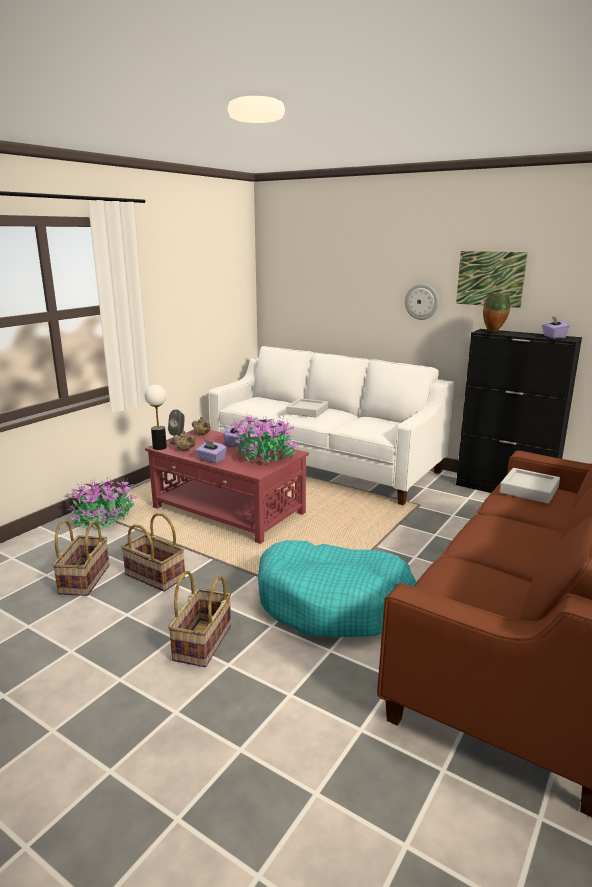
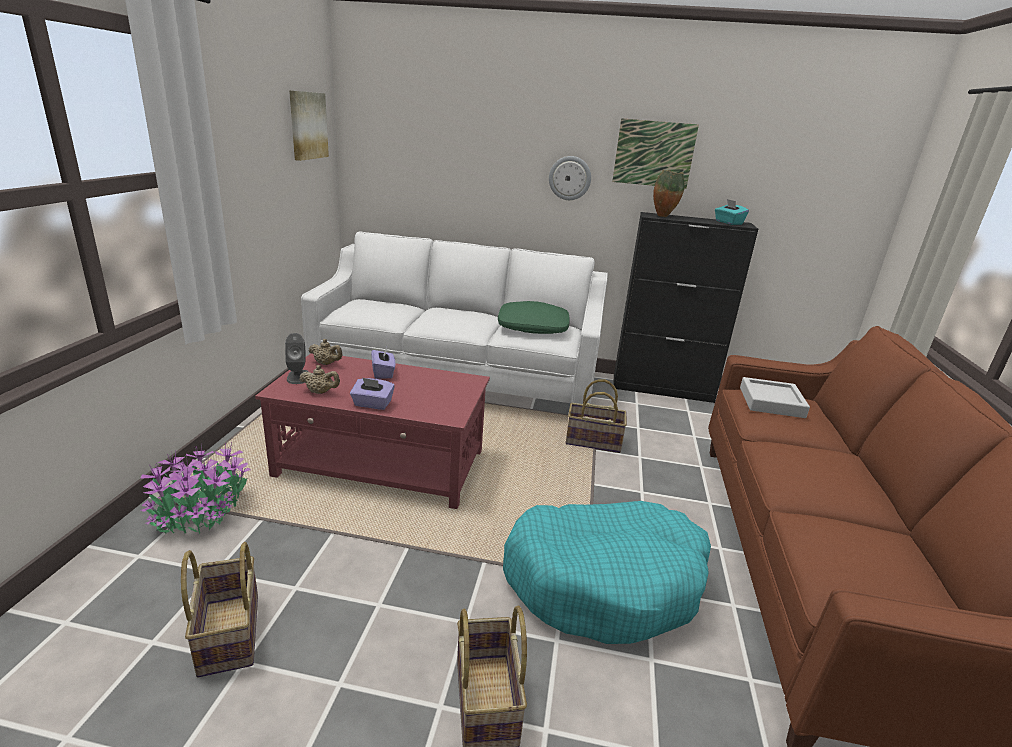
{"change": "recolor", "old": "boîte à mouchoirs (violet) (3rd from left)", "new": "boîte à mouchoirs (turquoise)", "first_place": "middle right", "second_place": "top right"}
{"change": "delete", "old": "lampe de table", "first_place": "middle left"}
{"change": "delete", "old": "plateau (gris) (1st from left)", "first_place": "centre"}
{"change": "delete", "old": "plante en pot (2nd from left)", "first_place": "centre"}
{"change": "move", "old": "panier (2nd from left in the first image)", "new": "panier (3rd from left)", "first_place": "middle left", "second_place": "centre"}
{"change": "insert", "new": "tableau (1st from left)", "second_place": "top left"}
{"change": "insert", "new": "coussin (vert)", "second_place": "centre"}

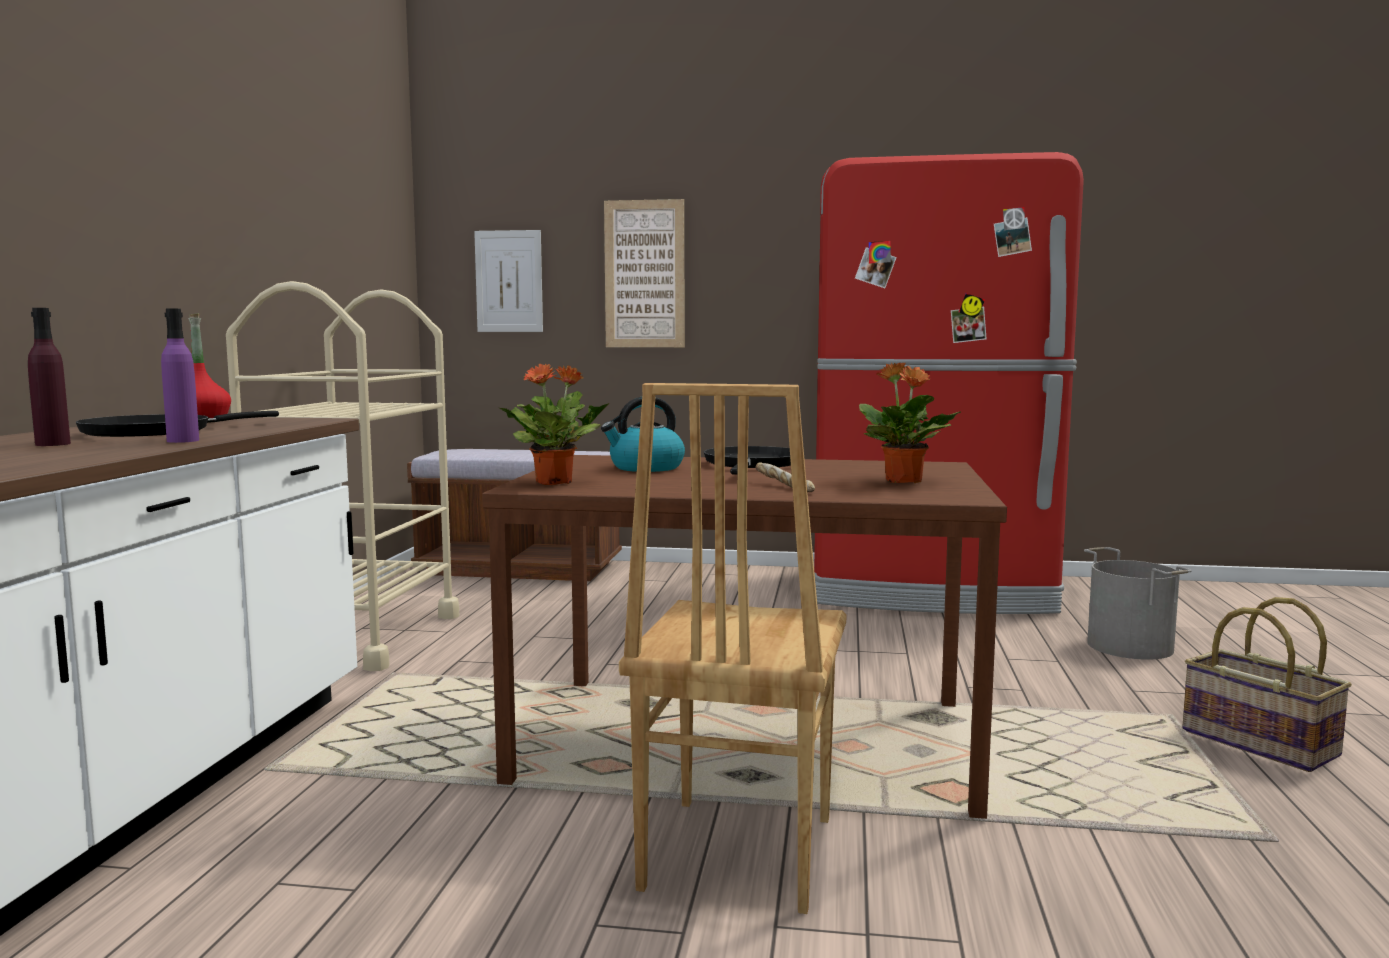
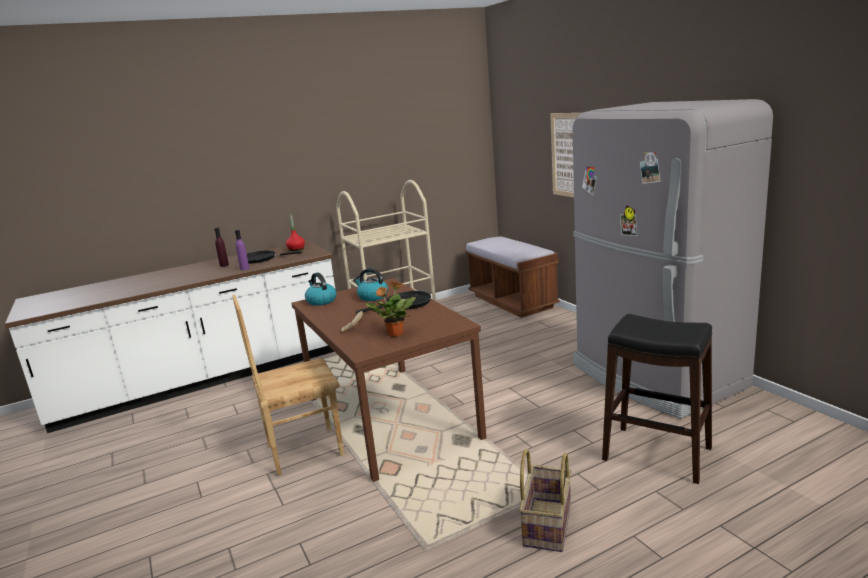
{"change": "recolor", "old": "réfrigérateur (rouge)", "new": "réfrigérateur (gris)", "first_place": "middle right", "second_place": "middle right"}
{"change": "delete", "old": "tableau (1st from left)", "first_place": "top centre"}
{"change": "replace", "old": "plante en pot (1st from left)", "new": "bouilloire (1st from left)", "first_place": "centre", "second_place": "centre"}
{"change": "replace", "old": "seau (gris)", "new": "tabouret (noir)", "first_place": "middle right", "second_place": "bottom right"}

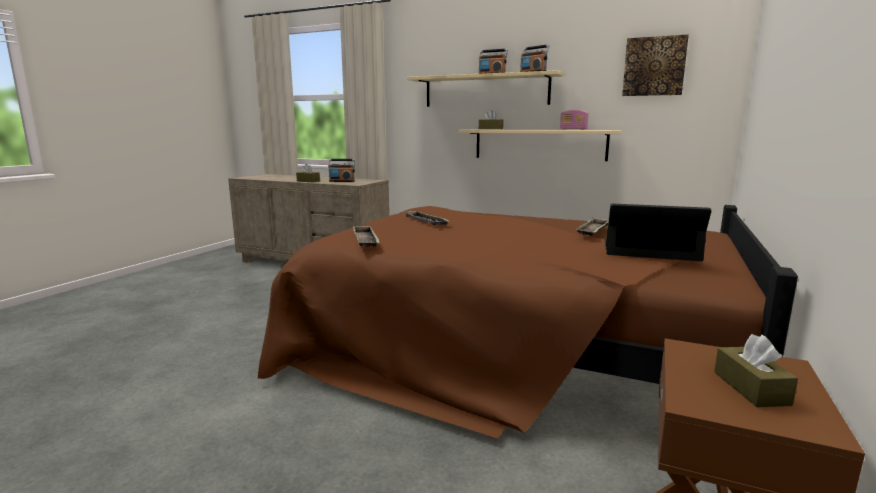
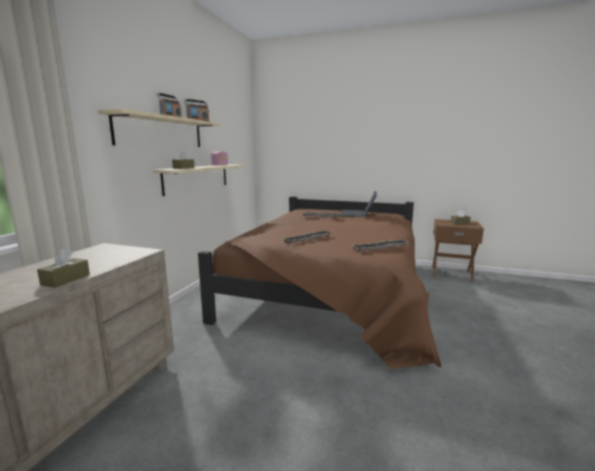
{"change": "delete", "old": "tableau", "first_place": "top right"}
{"change": "delete", "old": "radio (1st from left)", "first_place": "centre"}

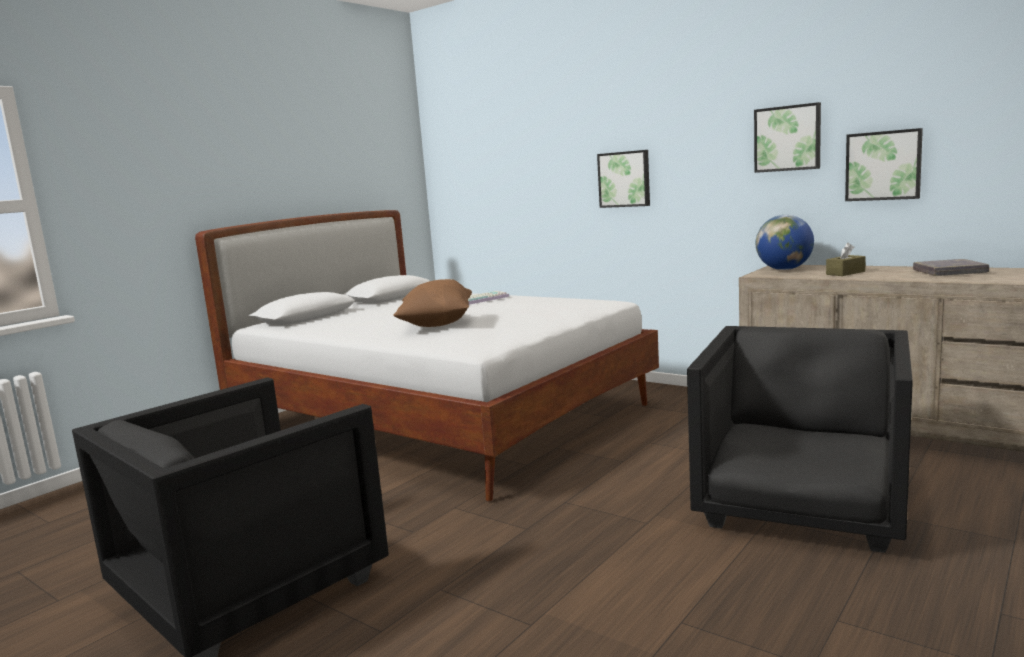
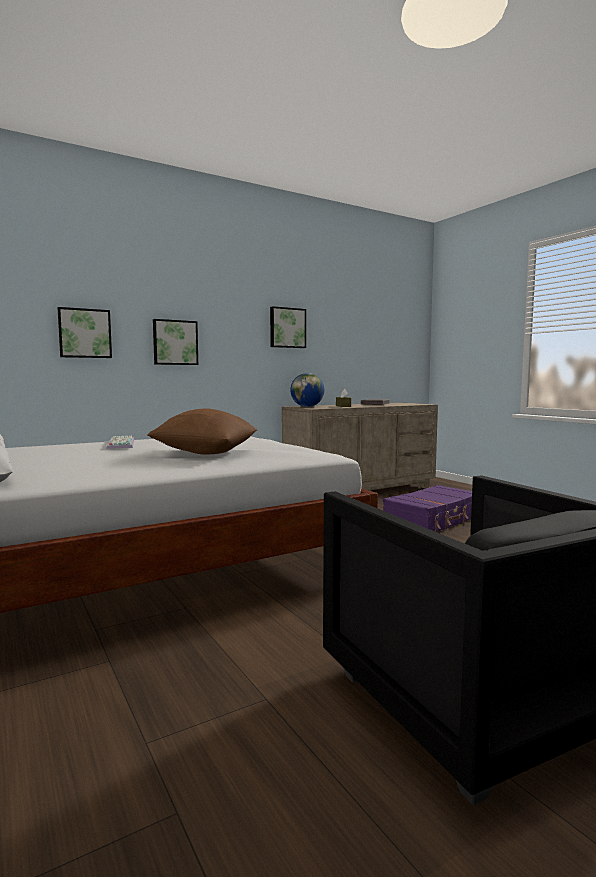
{"change": "move", "old": "tableau (3rd from left in the first image)", "new": "tableau (1st from left)", "first_place": "top right", "second_place": "middle left"}
{"change": "replace", "old": "fauteuil (noir) (2nd from left)", "new": "valise (violet)", "first_place": "bottom right", "second_place": "middle right"}

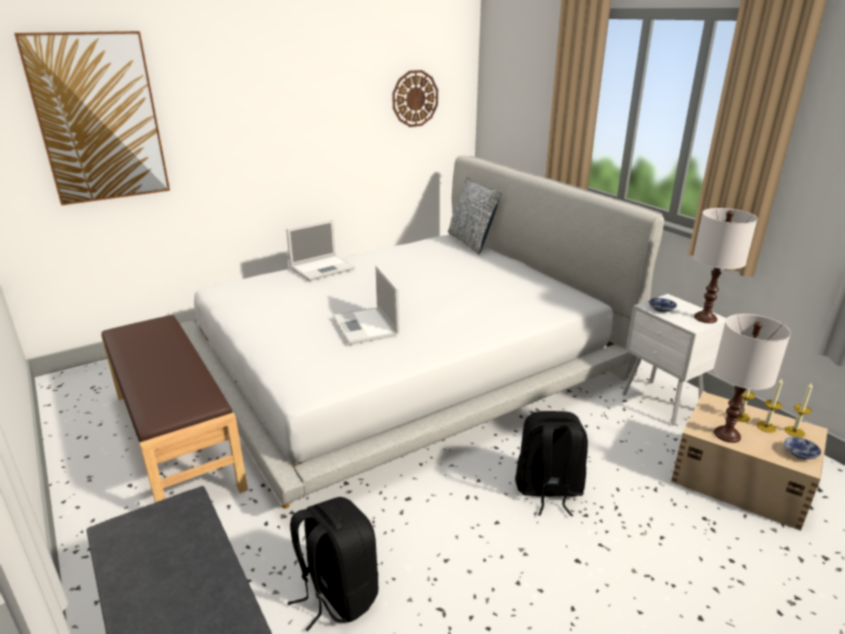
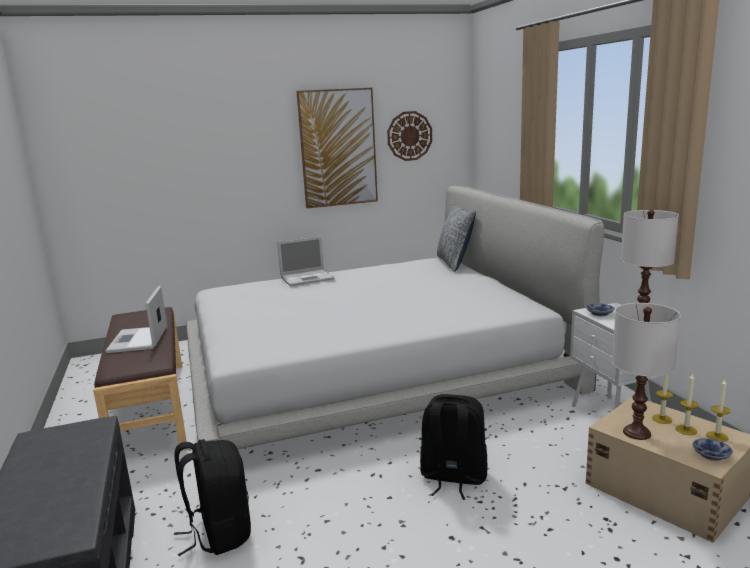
{"change": "move", "old": "tableau", "first_place": "top left", "second_place": "top centre"}
{"change": "move", "old": "ordinateur portable (2nd from left in the first image)", "new": "ordinateur portable (1st from left)", "first_place": "centre", "second_place": "middle left"}

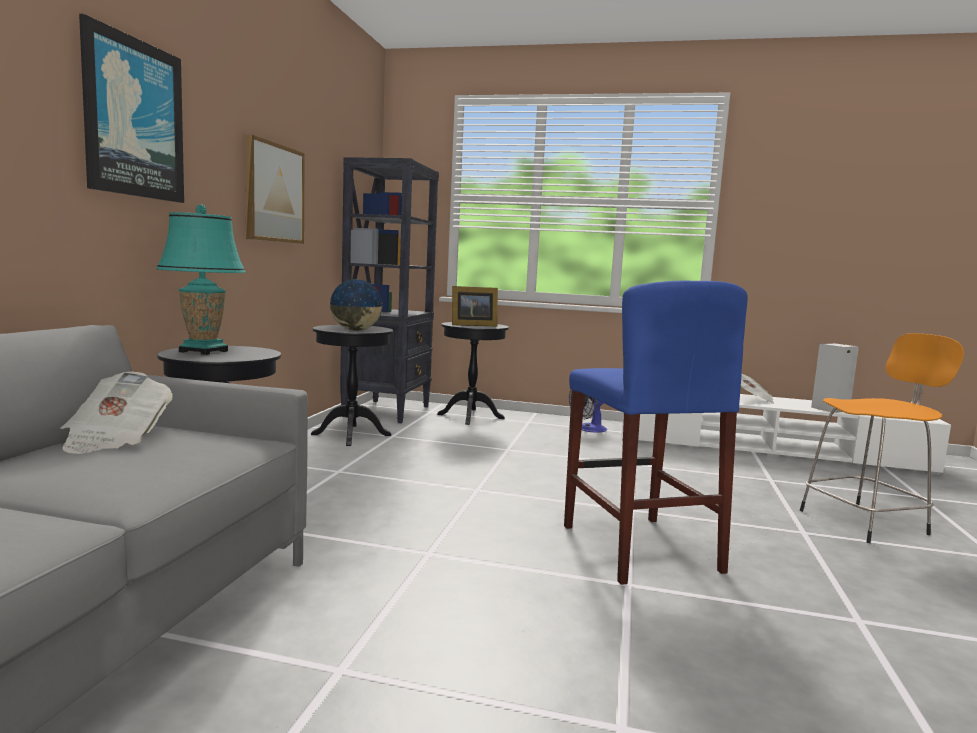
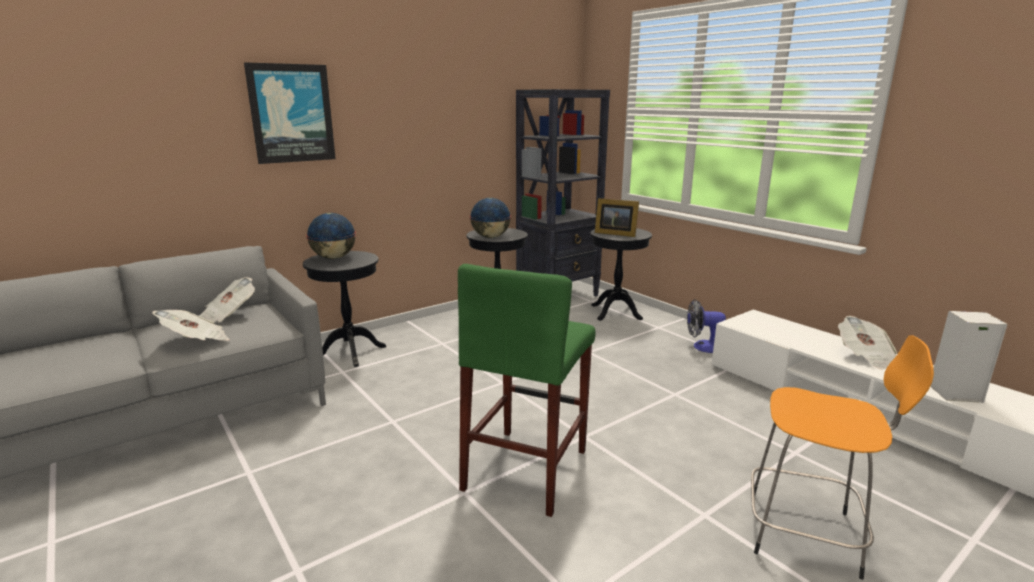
{"change": "delete", "old": "tableau (2nd from left)", "first_place": "top left"}
{"change": "replace", "old": "lampe de table (turquoise)", "new": "globe (1st from left)", "first_place": "middle left", "second_place": "middle left"}
{"change": "recolor", "old": "tabouret (bleu)", "new": "tabouret (vert)", "first_place": "middle right", "second_place": "bottom centre"}
{"change": "insert", "new": "journal (1st from left)", "second_place": "middle left"}

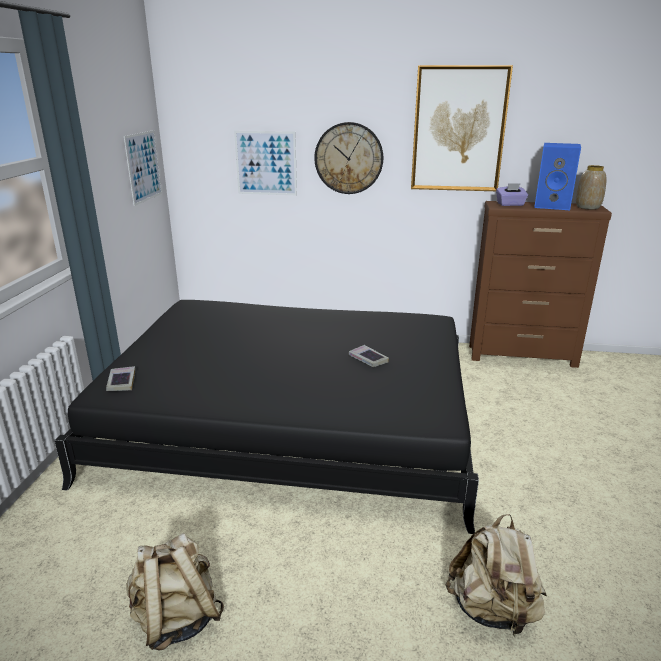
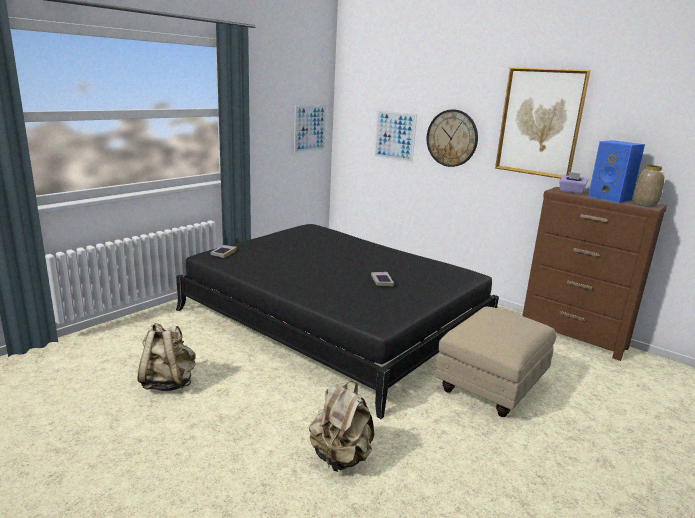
{"change": "insert", "new": "pouf (beige)", "second_place": "bottom right"}

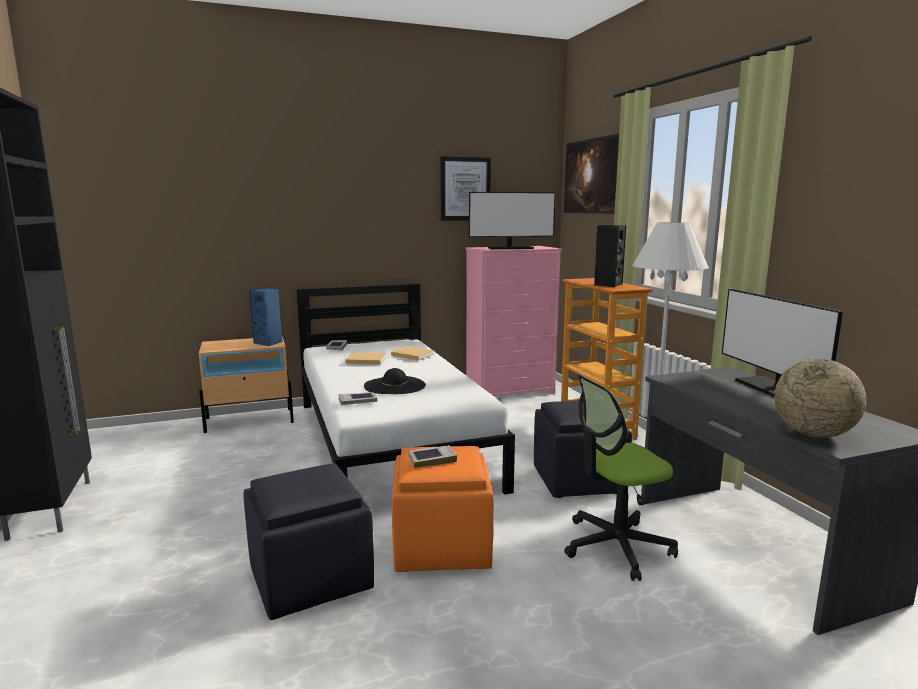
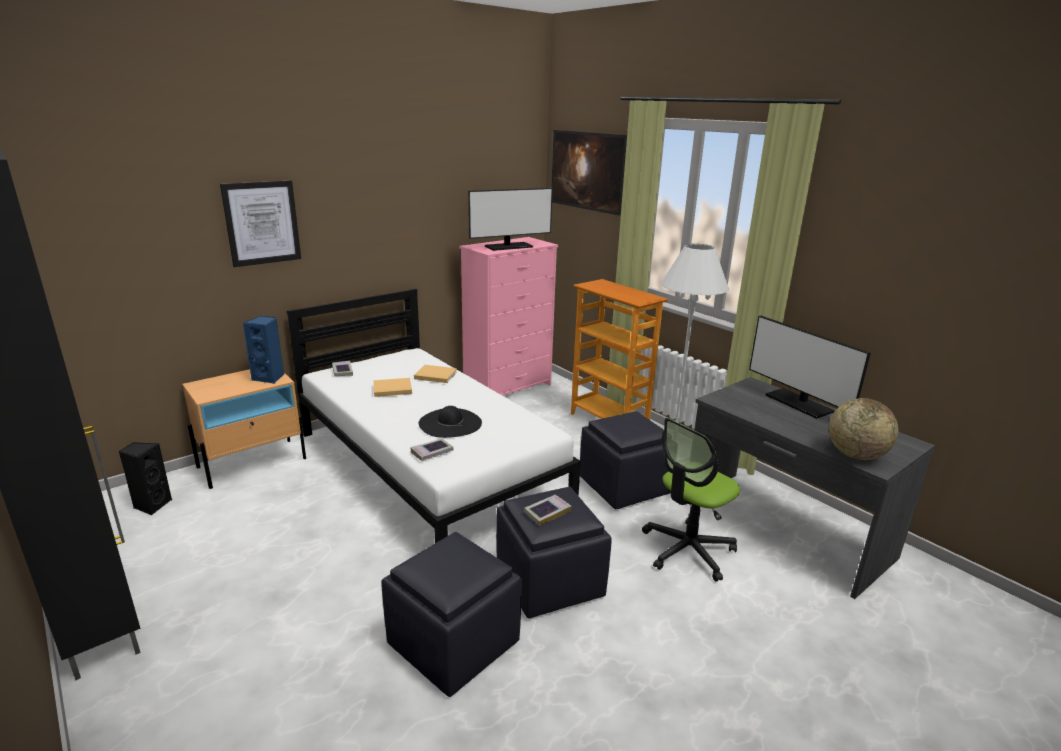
{"change": "move", "old": "tableau (1st from left)", "first_place": "top centre", "second_place": "top left"}
{"change": "move", "old": "enceinte (noir)", "first_place": "centre", "second_place": "middle left"}
{"change": "recolor", "old": "pouf (orange)", "new": "pouf (noir) (2nd from left)", "first_place": "bottom centre", "second_place": "bottom centre"}

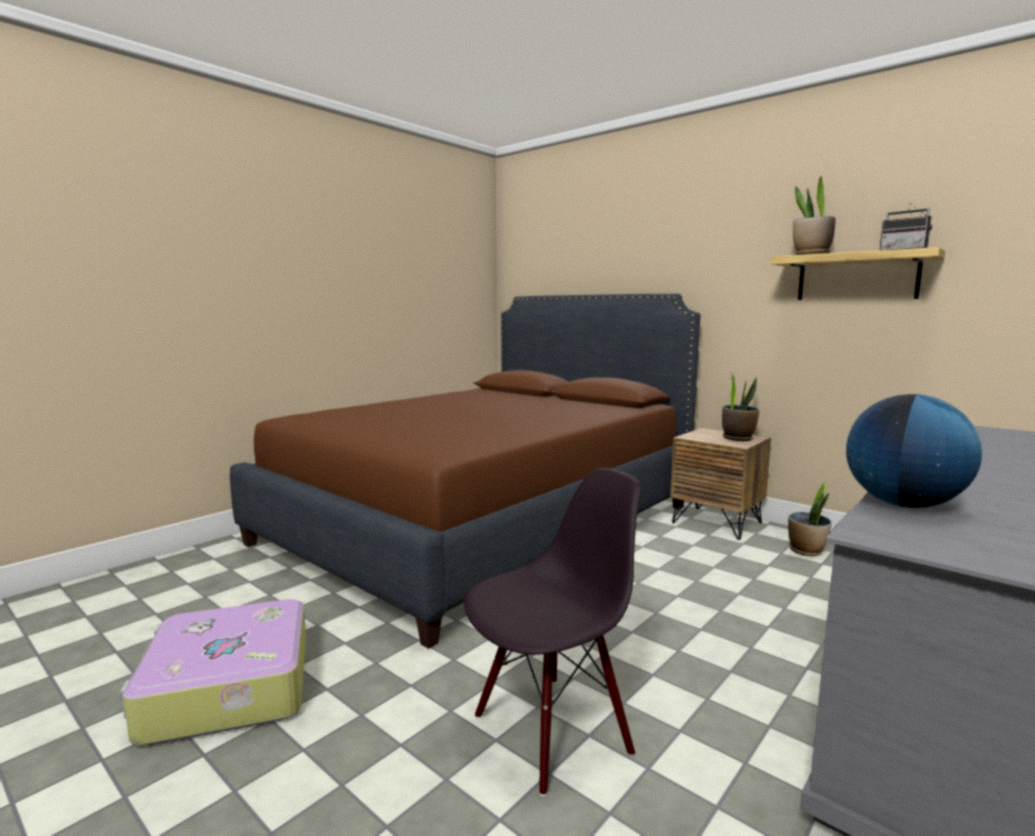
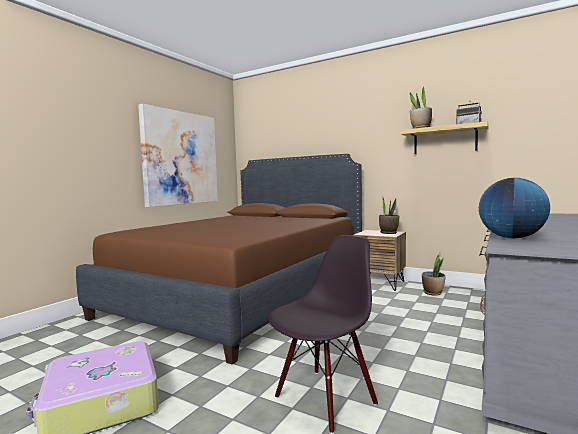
{"change": "insert", "new": "tableau", "second_place": "middle left"}

